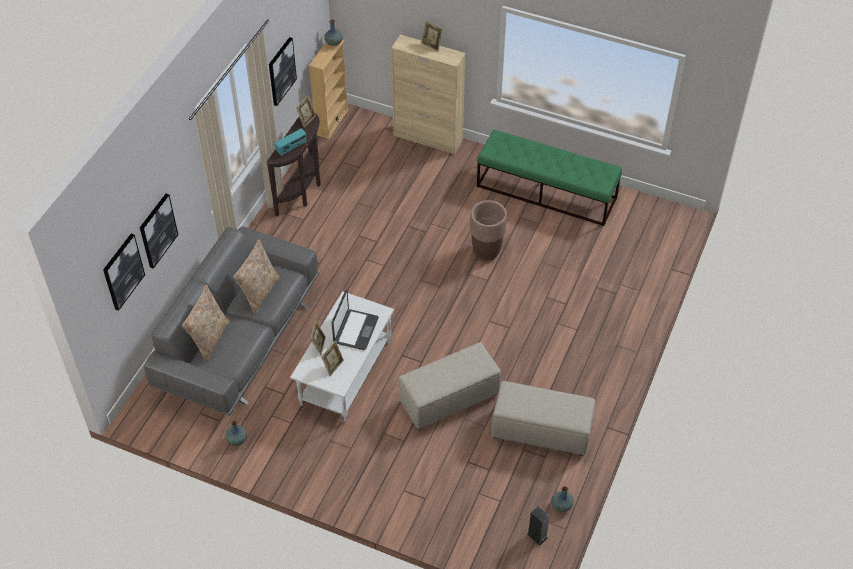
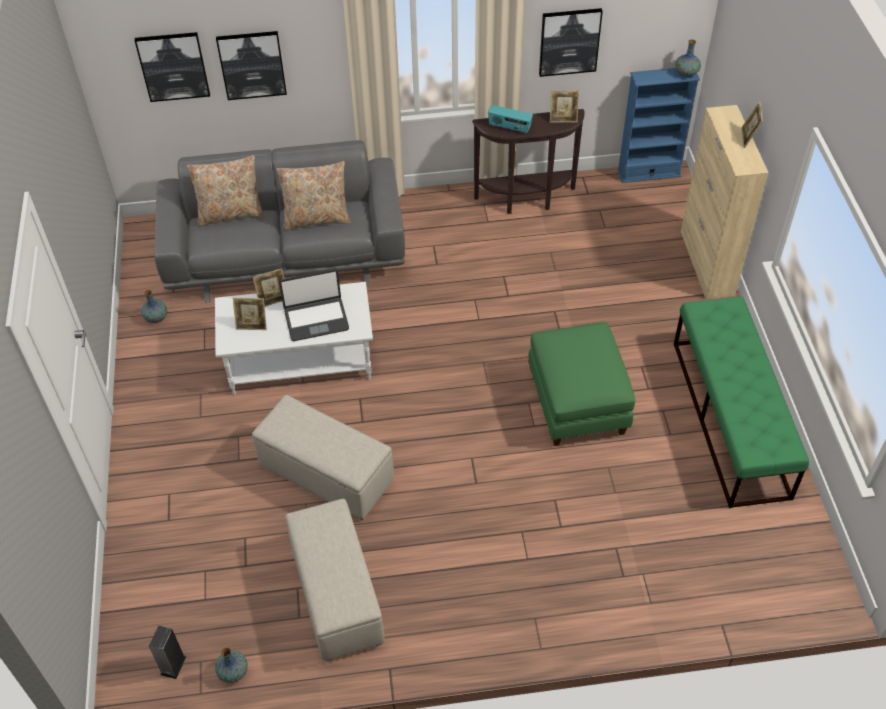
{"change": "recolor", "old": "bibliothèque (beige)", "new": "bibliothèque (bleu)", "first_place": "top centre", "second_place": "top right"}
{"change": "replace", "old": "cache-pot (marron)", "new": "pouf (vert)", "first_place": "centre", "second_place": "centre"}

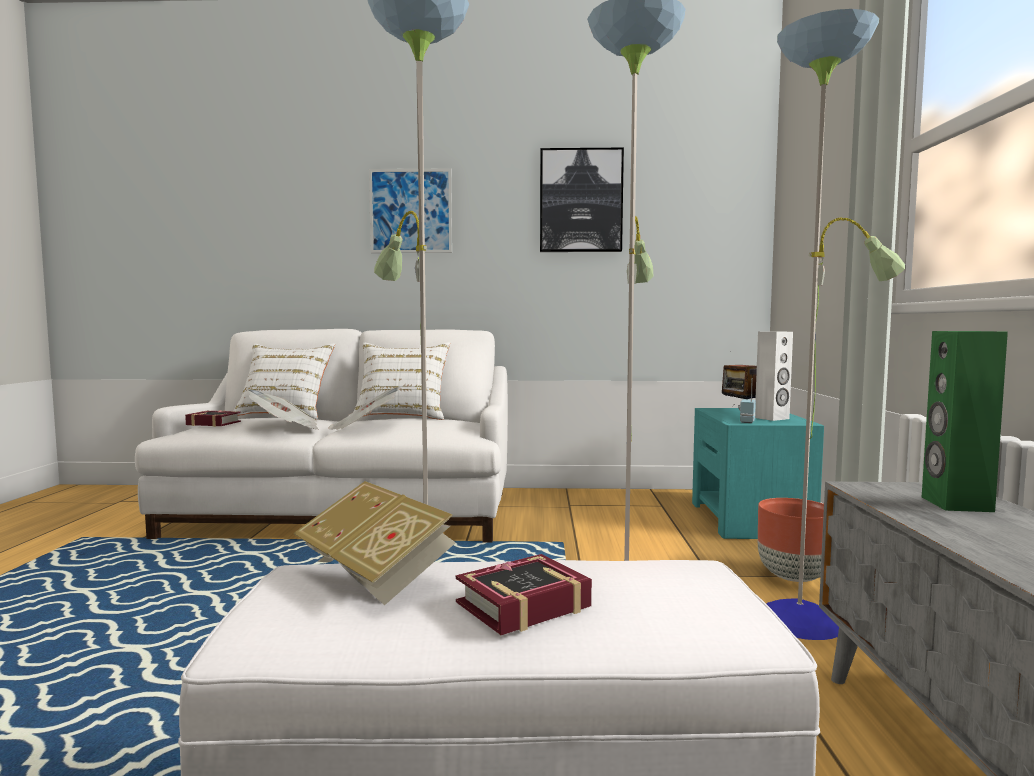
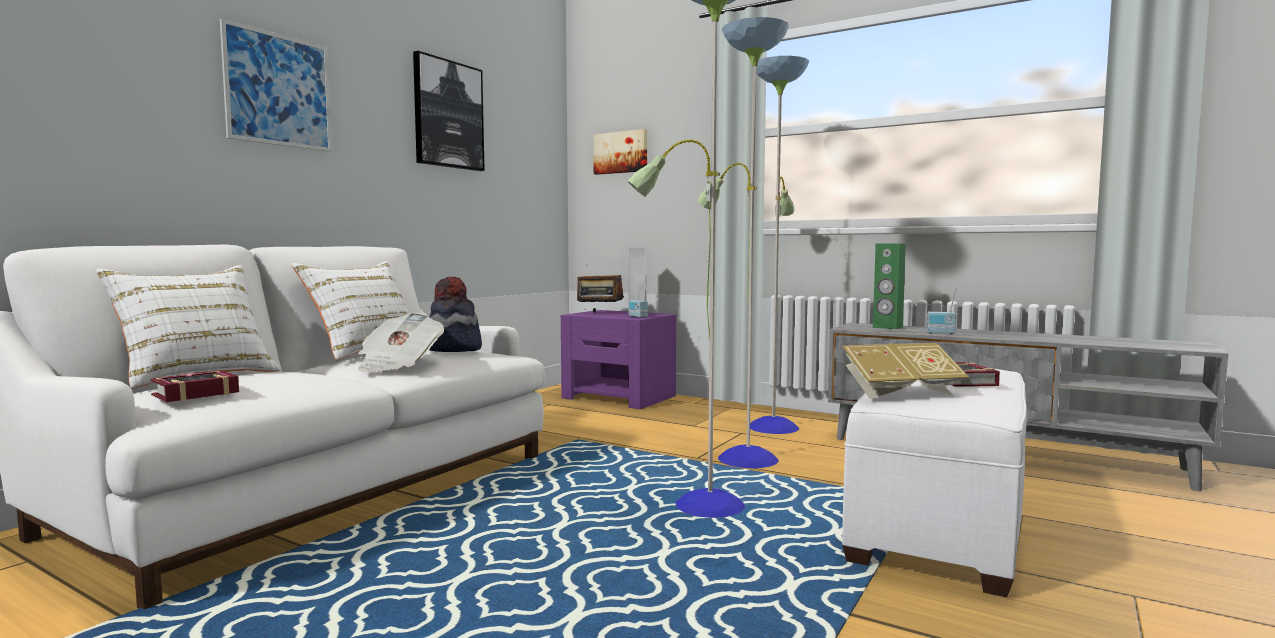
{"change": "delete", "old": "journal (1st from left)", "first_place": "middle left"}
{"change": "recolor", "old": "table de chevet (turquoise)", "new": "table de chevet (violet)", "first_place": "middle right", "second_place": "centre"}
{"change": "delete", "old": "cache-pot (marron)", "first_place": "bottom right"}
{"change": "insert", "new": "tableau (3rd from left)", "second_place": "top centre"}
{"change": "insert", "new": "chapeau", "second_place": "centre"}
{"change": "insert", "new": "radio (3rd from left)", "second_place": "middle right"}

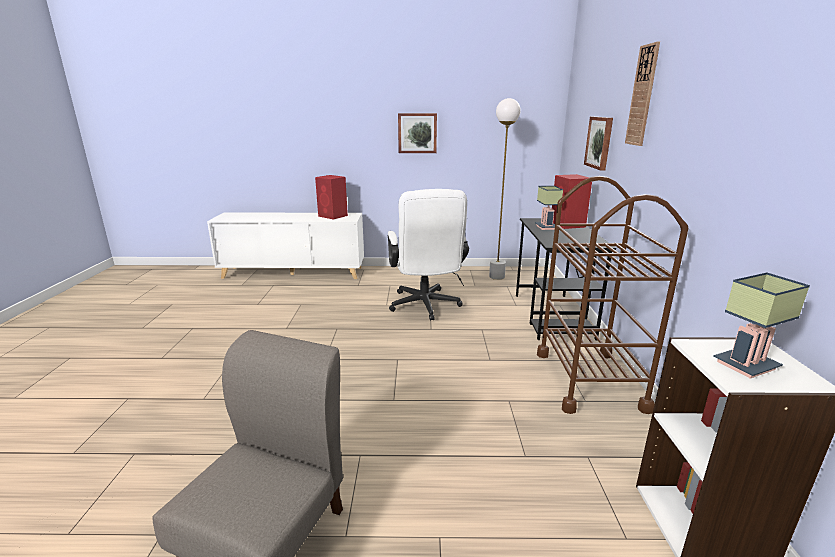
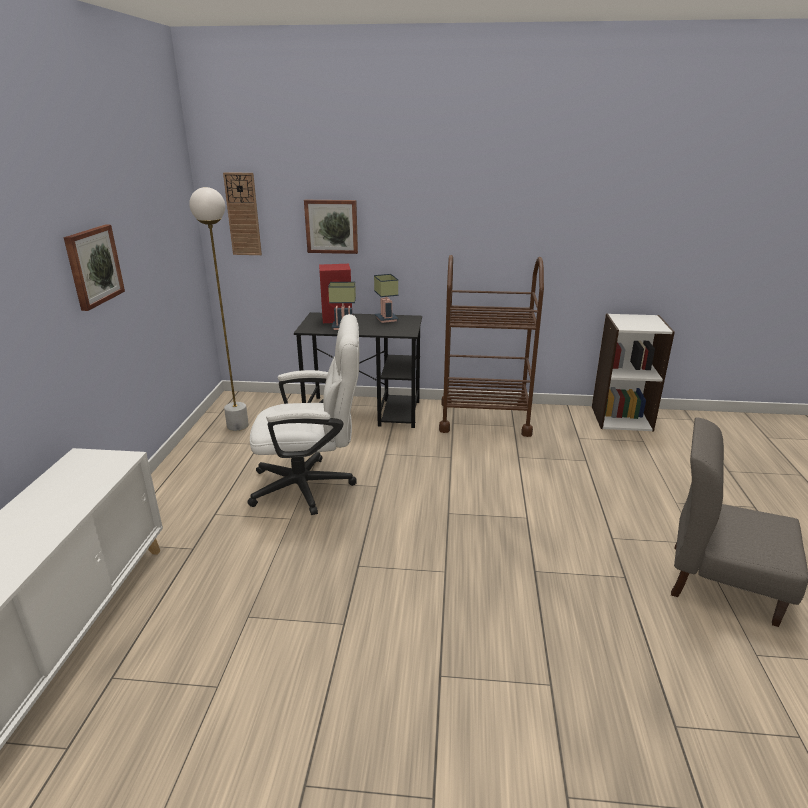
{"change": "move", "old": "horloge murale", "first_place": "top right", "second_place": "top left"}
{"change": "delete", "old": "enceinte (rouge) (1st from left)", "first_place": "centre"}
{"change": "move", "old": "lampe de table (2nd from left)", "first_place": "middle right", "second_place": "centre"}

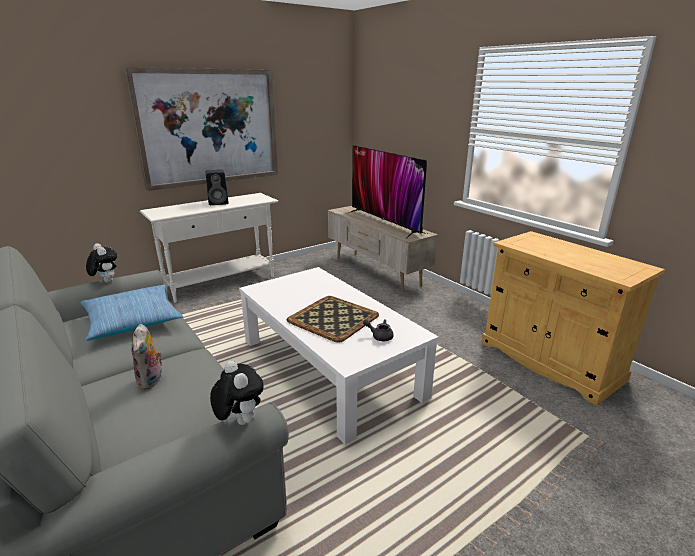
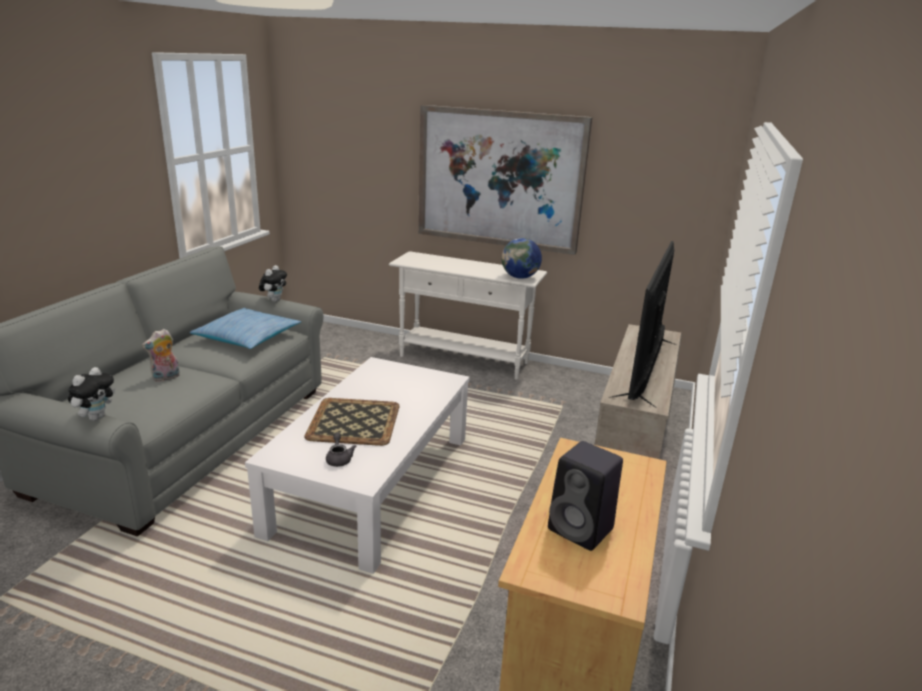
{"change": "move", "old": "enceinte (noir)", "first_place": "middle left", "second_place": "bottom centre"}
{"change": "insert", "new": "globe", "second_place": "centre"}

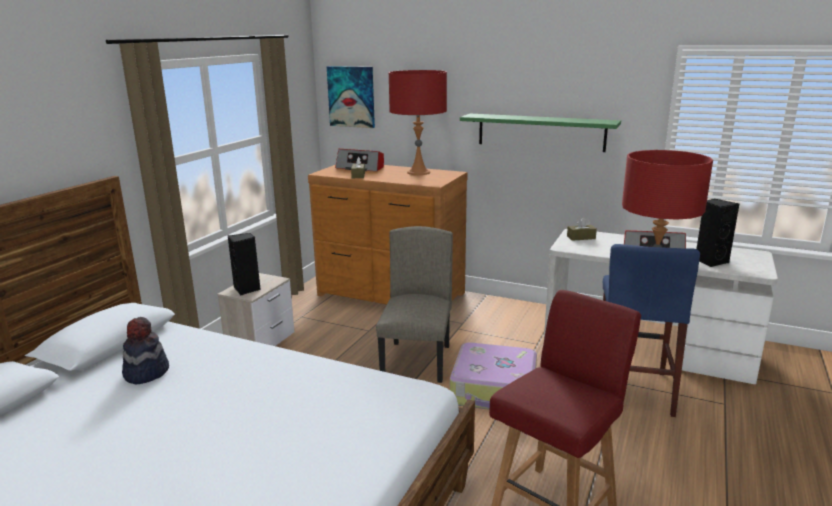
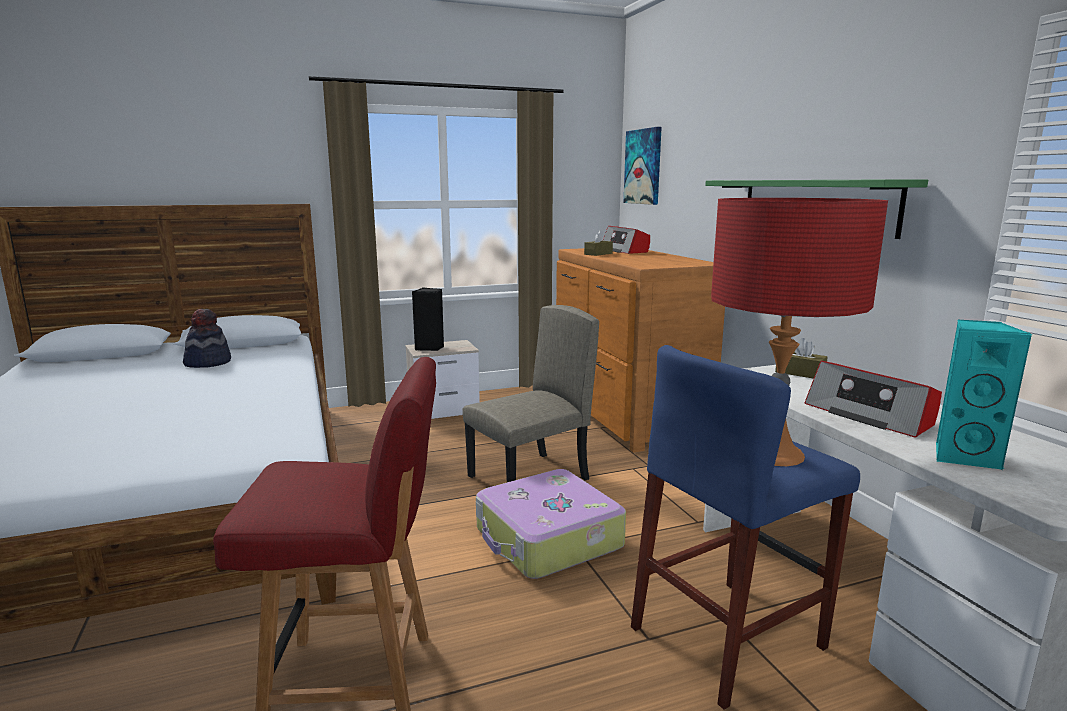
{"change": "delete", "old": "lampe de table (rouge) (1st from left)", "first_place": "top centre"}
{"change": "recolor", "old": "enceinte (noir) (2nd from left)", "new": "enceinte (turquoise)", "first_place": "middle right", "second_place": "middle right"}

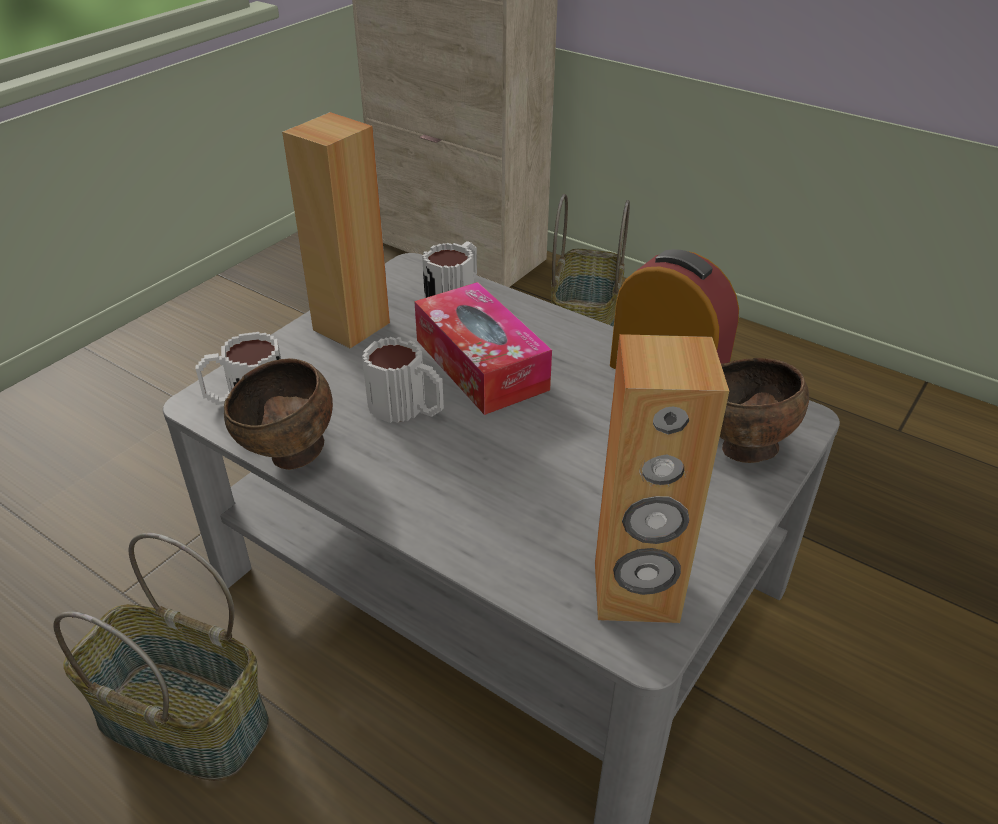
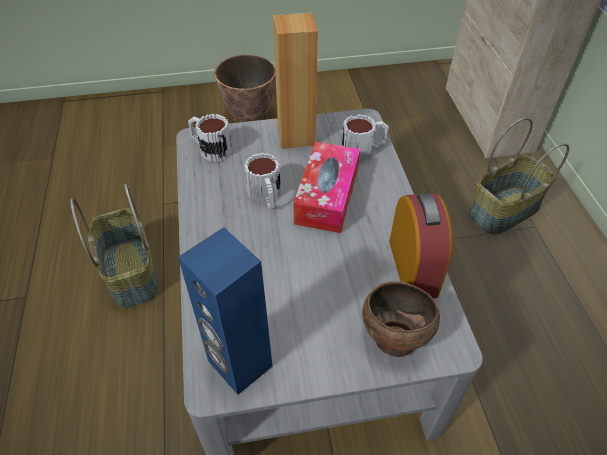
{"change": "recolor", "old": "enceinte (marron) (2nd from left)", "new": "enceinte (bleu)", "first_place": "centre", "second_place": "bottom centre"}
{"change": "delete", "old": "bol (marron) (1st from left)", "first_place": "middle left"}
{"change": "insert", "new": "cache-pot", "second_place": "top centre"}

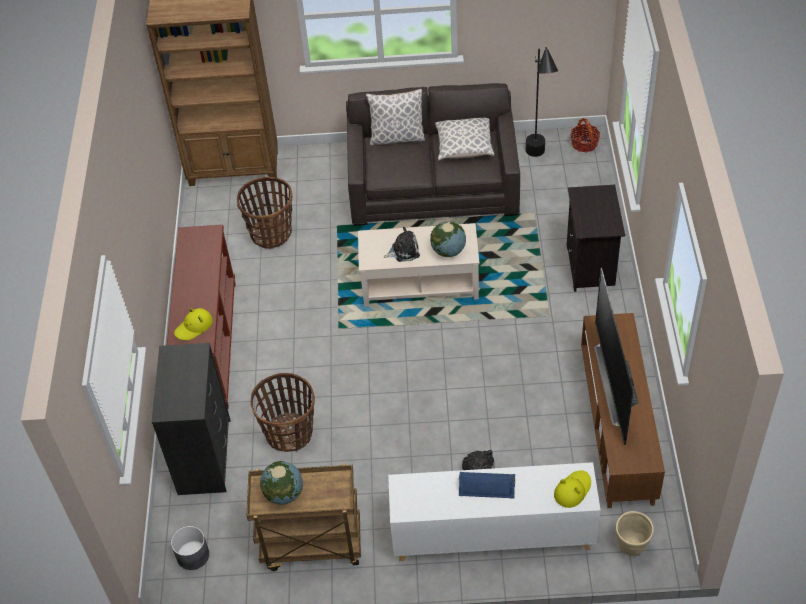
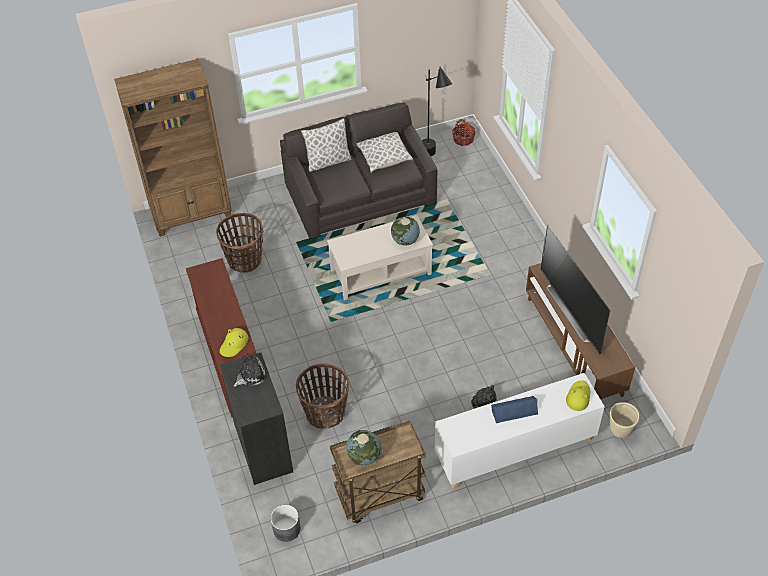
{"change": "delete", "old": "table de chevet (noir)", "first_place": "middle right"}
{"change": "move", "old": "peluche (1st from left)", "first_place": "centre", "second_place": "middle left"}

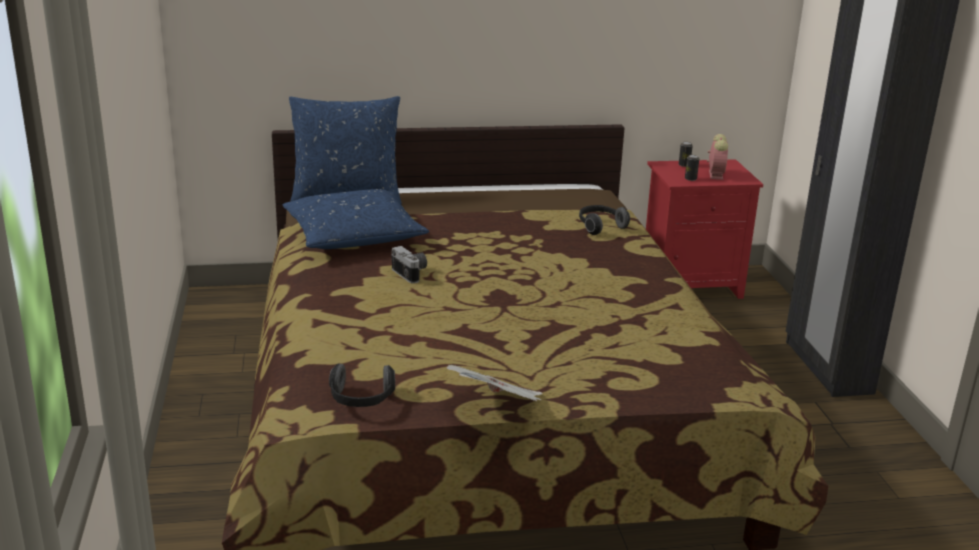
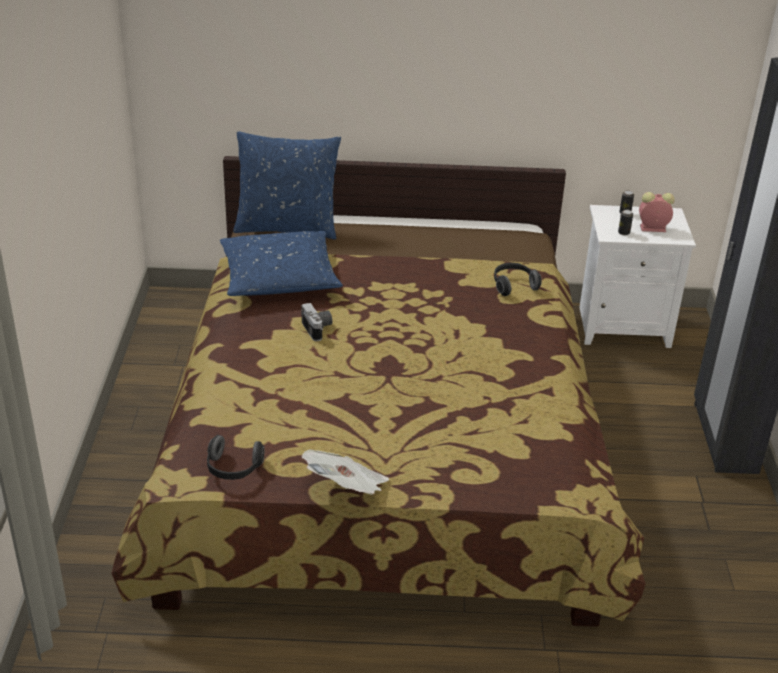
{"change": "rotate", "old": "réveil", "first_place": "top right", "second_place": "top right", "degrees": -105}
{"change": "recolor", "old": "table de chevet (rouge)", "new": "table de chevet (blanc)", "first_place": "middle right", "second_place": "middle right"}

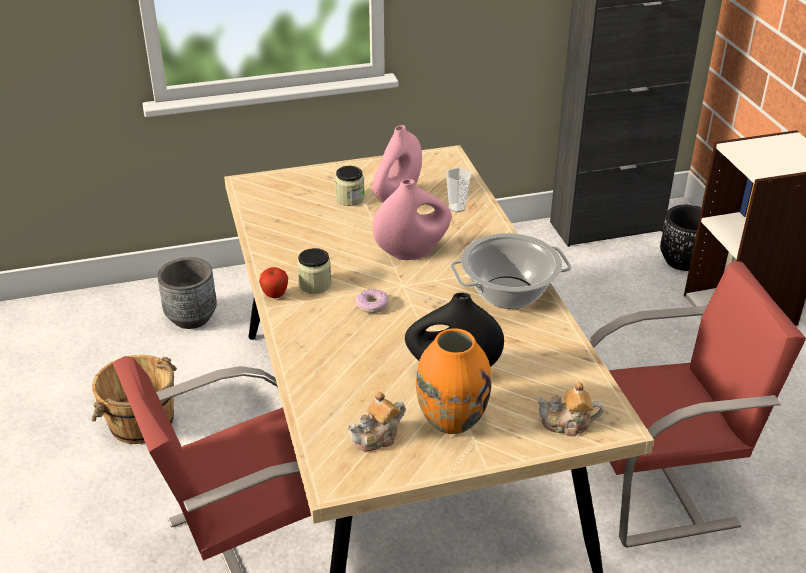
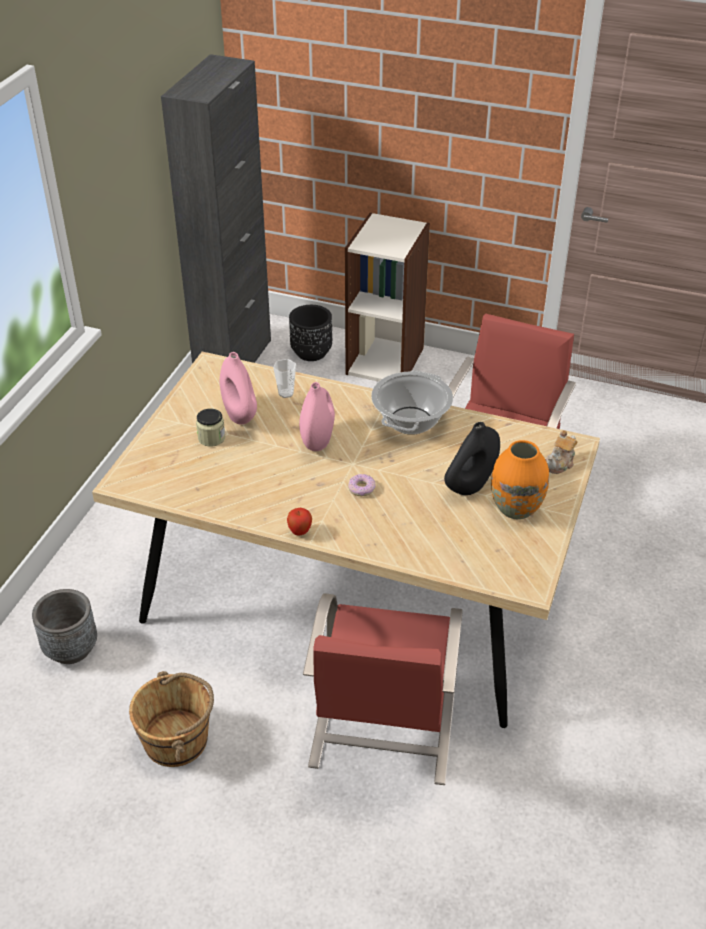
{"change": "delete", "old": "bocal (1st from left)", "first_place": "centre"}
{"change": "delete", "old": "théière (1st from left)", "first_place": "bottom centre"}

